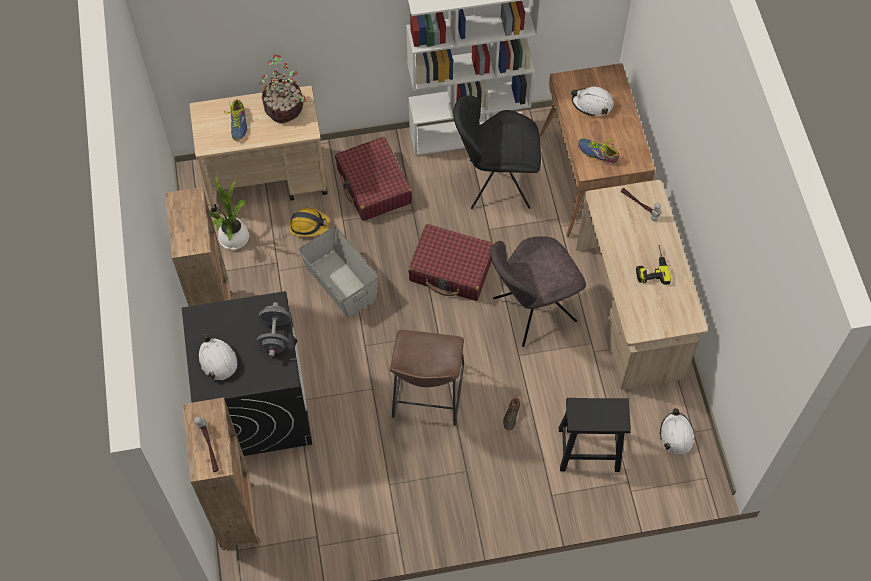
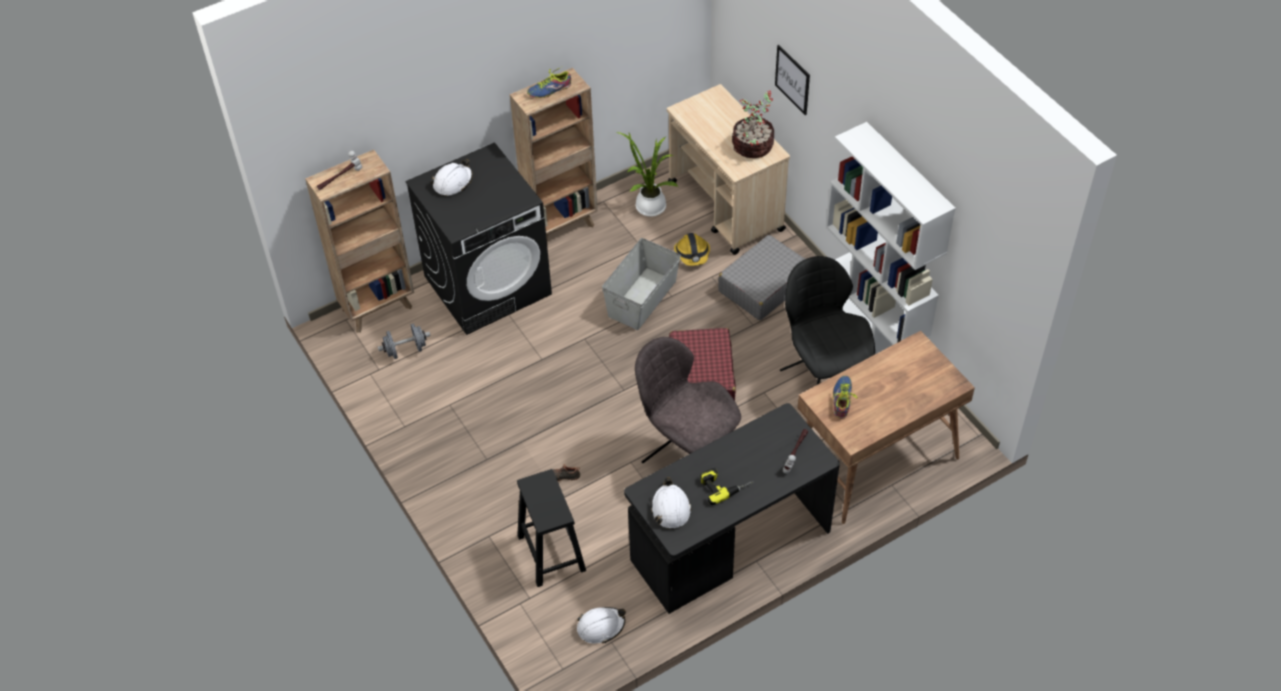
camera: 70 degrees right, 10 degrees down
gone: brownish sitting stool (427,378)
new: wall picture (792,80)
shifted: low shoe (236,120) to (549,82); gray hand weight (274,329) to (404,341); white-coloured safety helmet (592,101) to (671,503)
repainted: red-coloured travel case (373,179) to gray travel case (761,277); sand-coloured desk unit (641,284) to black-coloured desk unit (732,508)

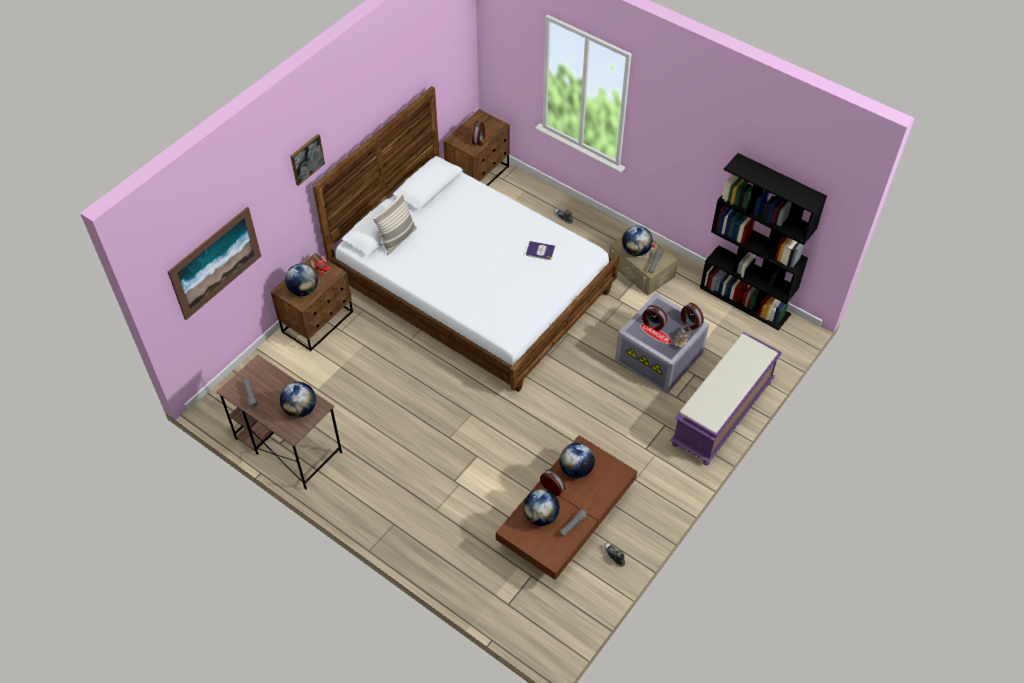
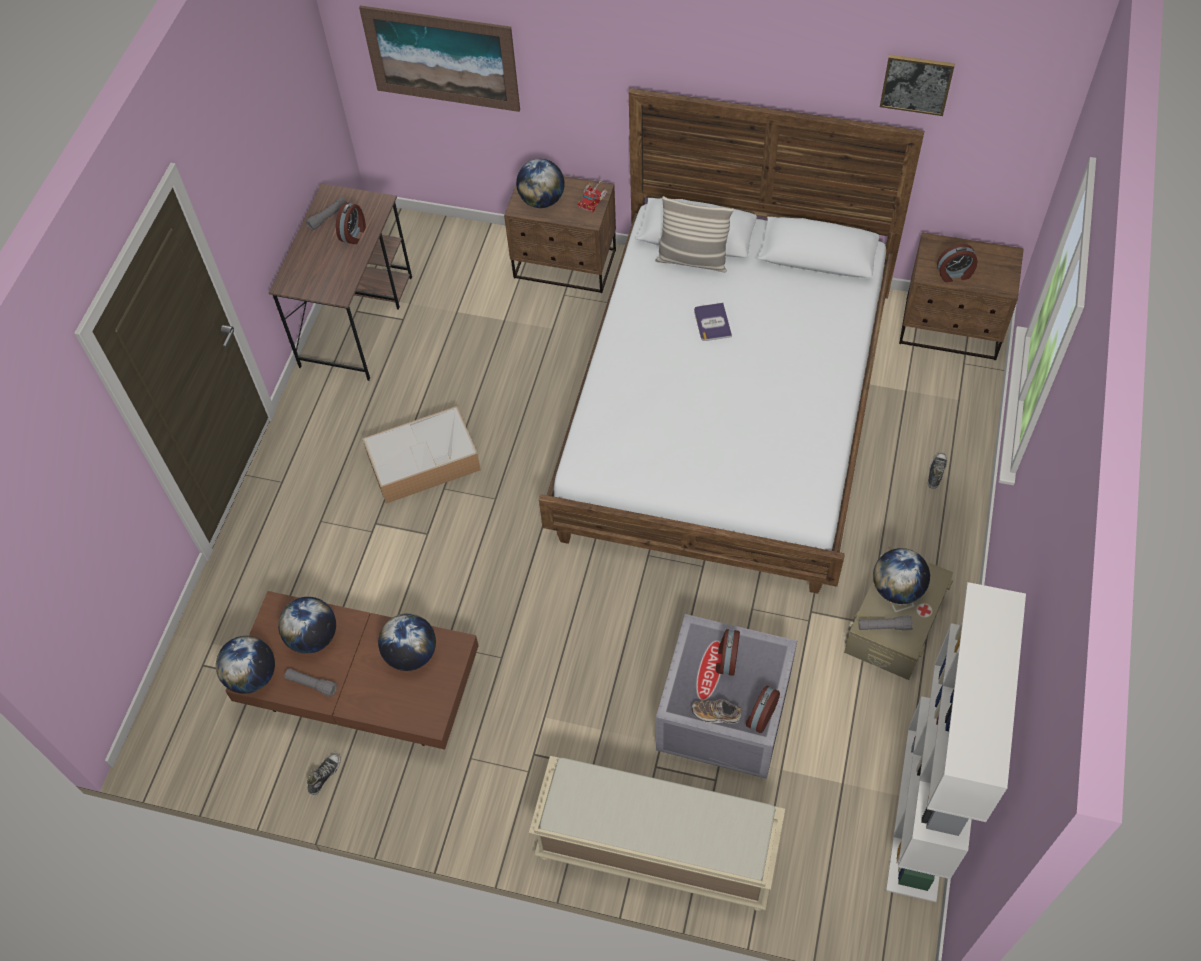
camera: 70 degrees right, 5 degrees up
new: storage box (421,455)
shifted: globe (298,400) to (245,665); wall picture (307,160) to (917,85); bound book (540,250) to (713,322); table clock (553,482) to (351,223)
repainted: purplish bench (726,398) to sand-coloured bench (657,833); black-coloured bookshelf (763,242) to white-coloured bookshelf (956,742)

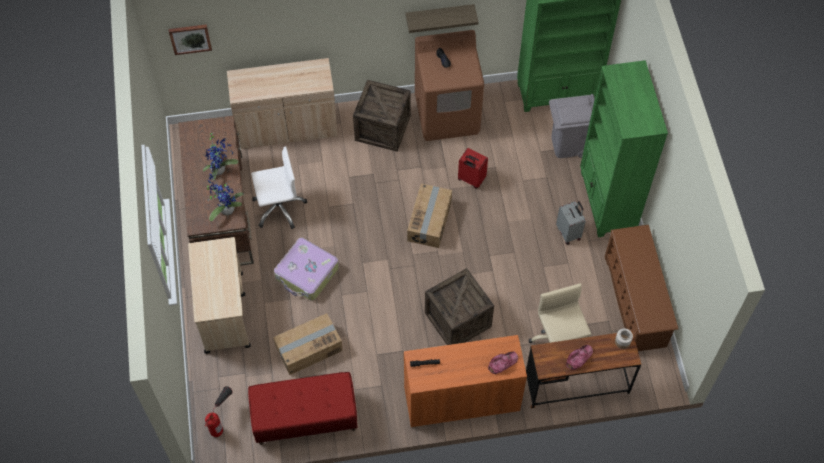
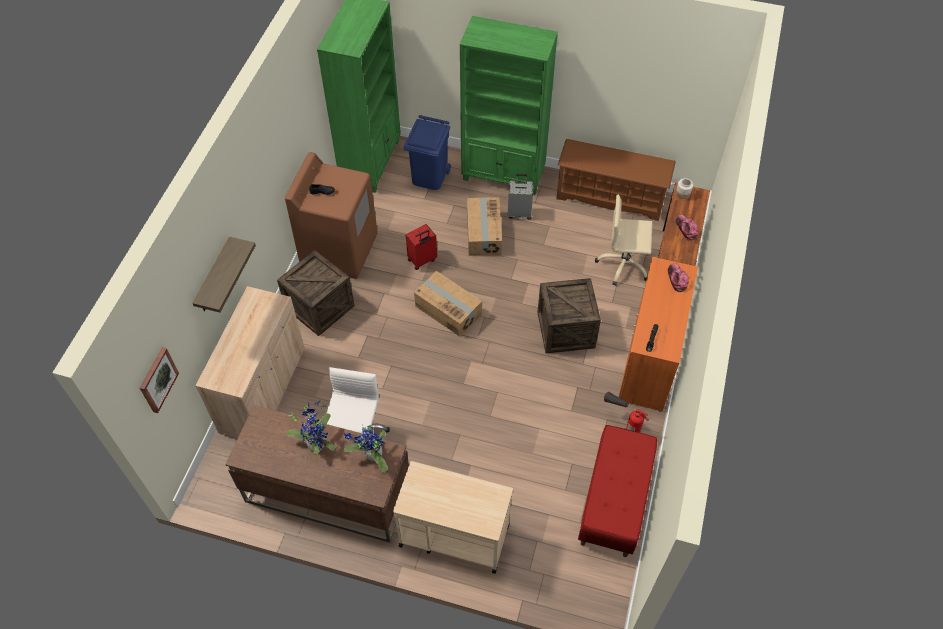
camera: 65 degrees left, 5 degrees down
gone: travel case (306,269)
shifted: fire-fighting cylinder (219,411) to (626,412); carton (308,344) to (484,226); shelf (442,18) to (224,275)
repainted: gray rubbish bin (572,126) to blue rubbish bin (427,152)

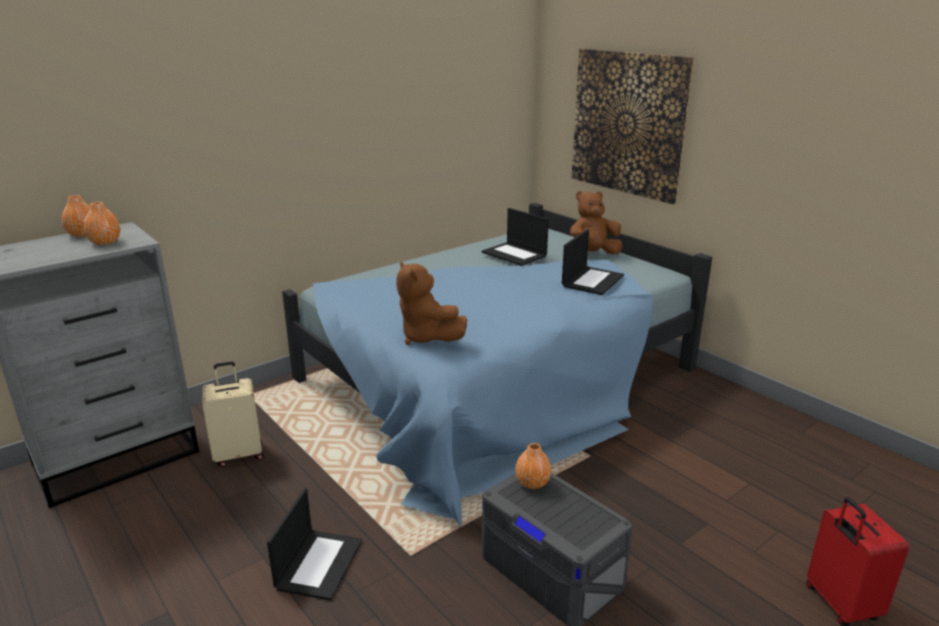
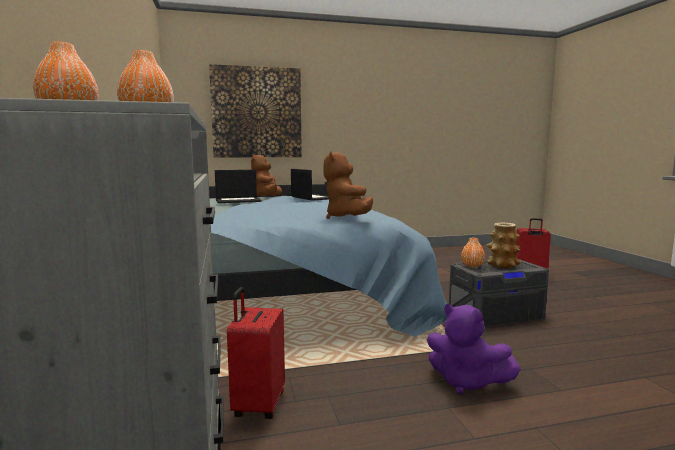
camera: 65 degrees left, 15 degrees down
new: decorative vase (503,246)
swapped: notebook computer (314,544) to purplish plush toy (474,349)
repainted: sand-coloured travel case (233,414) to red-coloured travel case (256,353)
rotated: brownish plush toy (431,303) = (348,185) 90 degrees clockwise

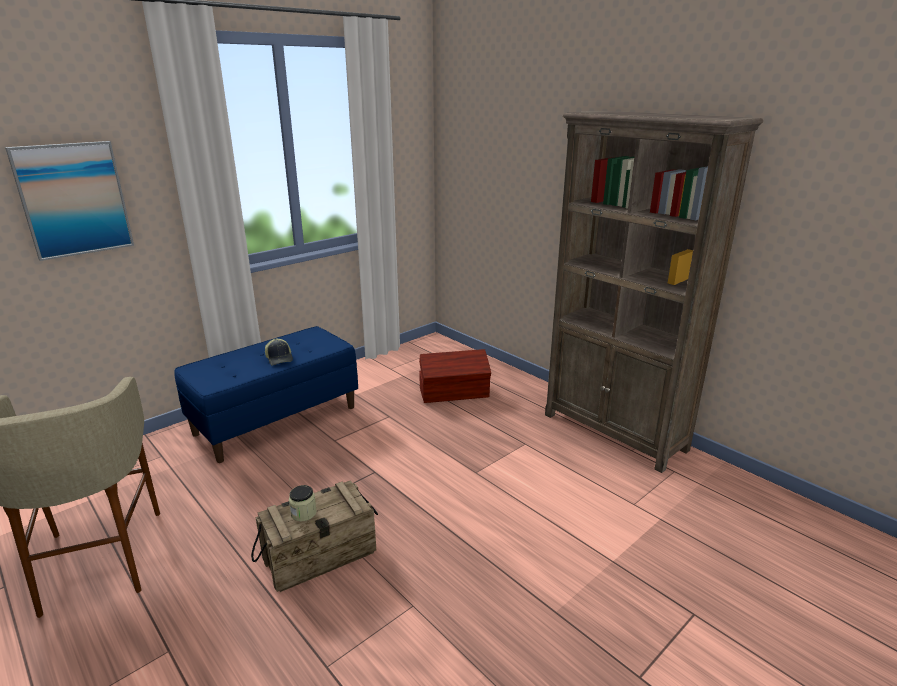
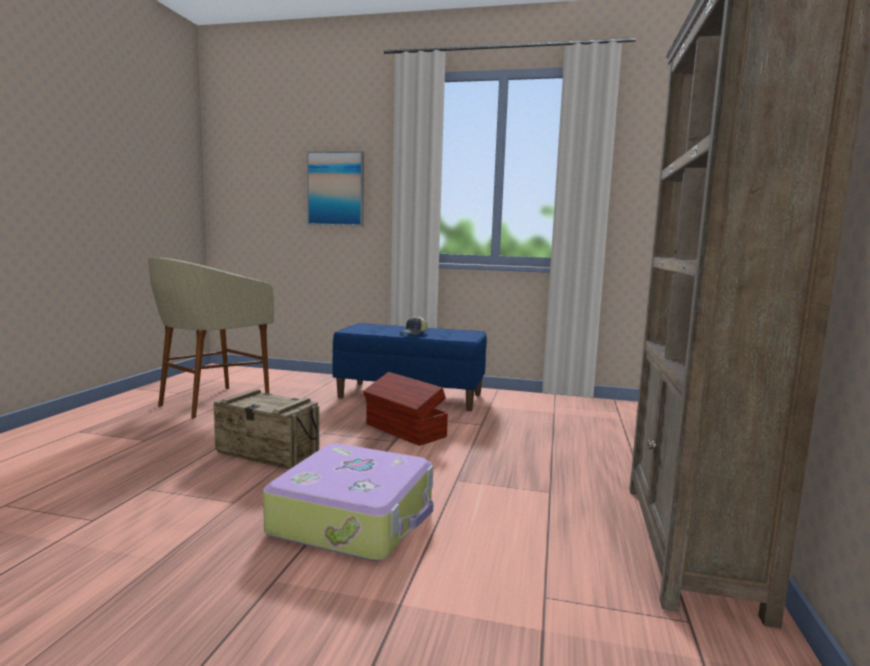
camera: 55 degrees right, 15 degrees down
gone: preserve jar (303,503)
new: travel case (348,502)
shifted: brownish storage box (455,376) to (405,409)

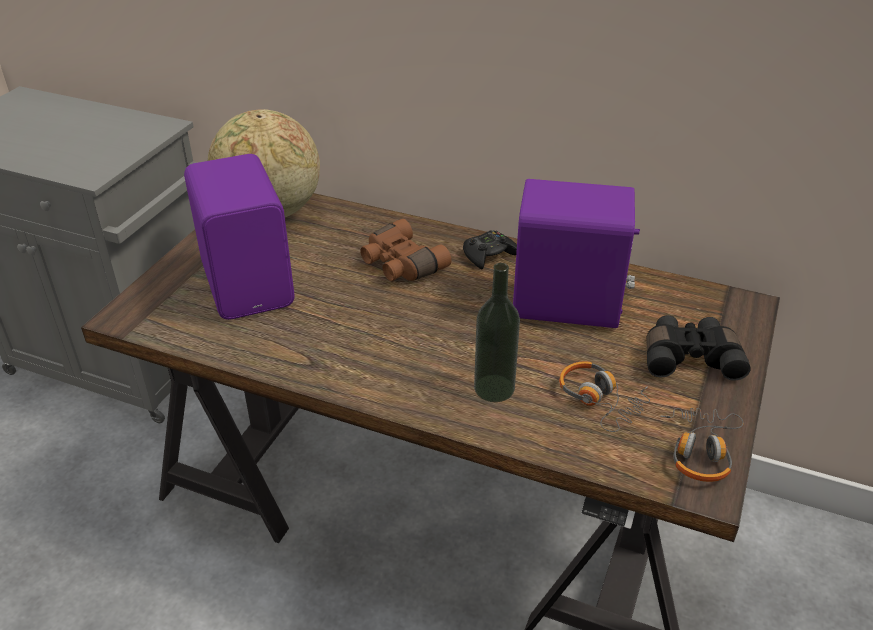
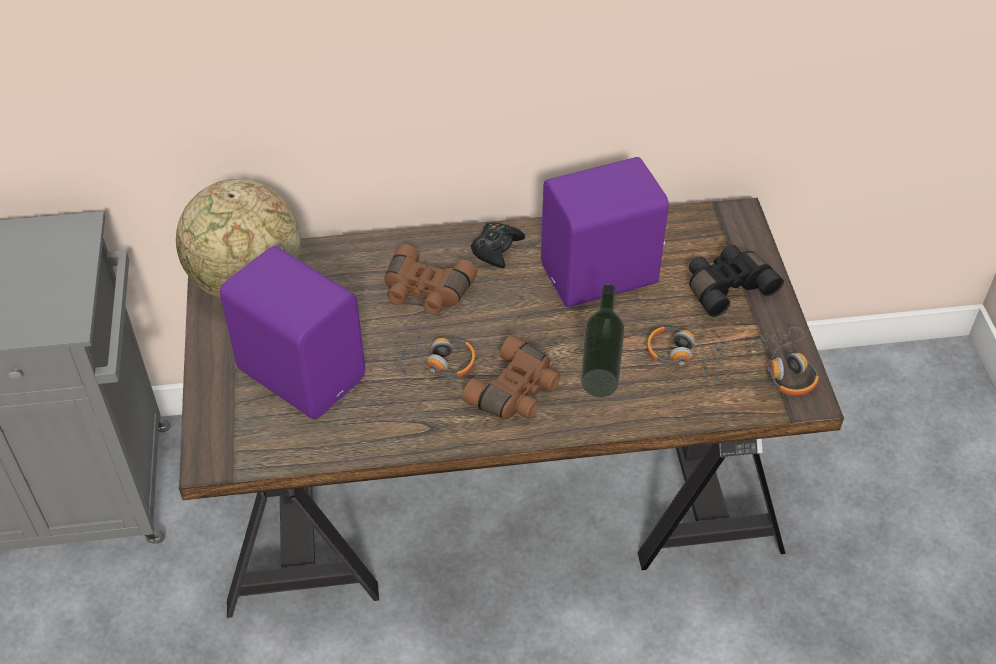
camera: 30 degrees left, 10 degrees up
new: headphones (434,350); brownish pair of binoculars (511,377)

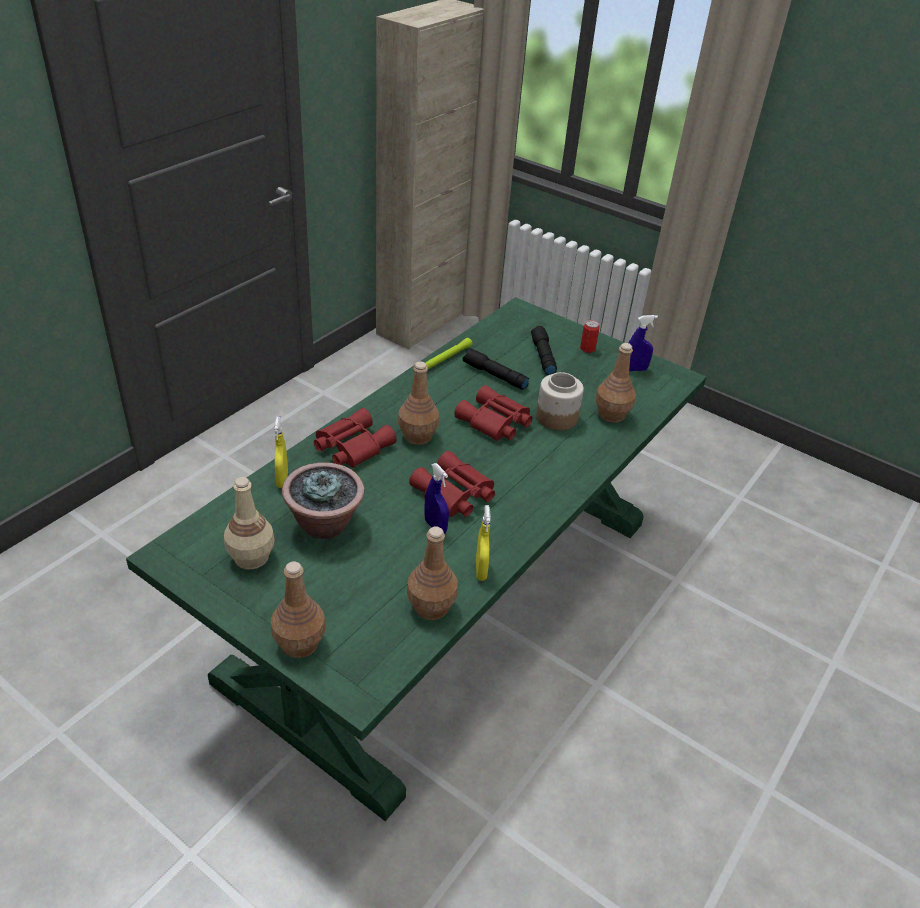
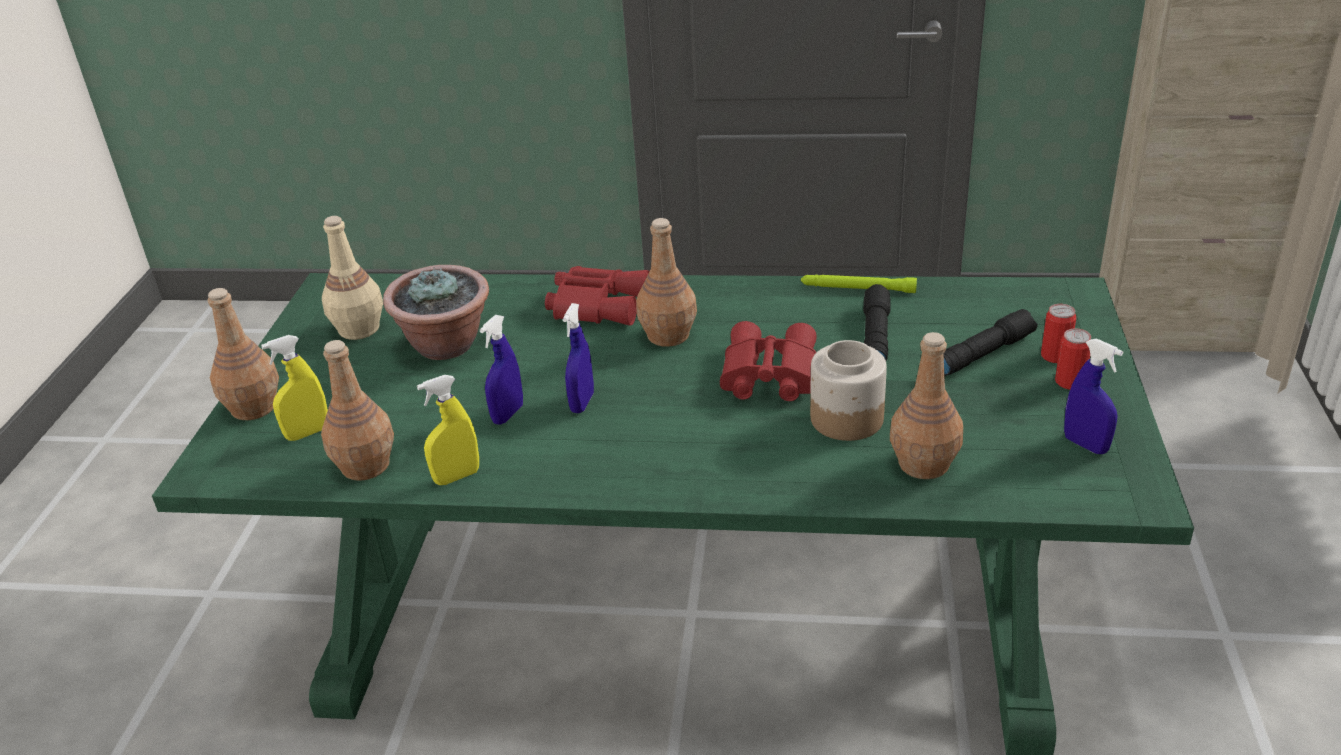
camera: 65 degrees right, 5 degrees down
new: metal can (1058,333)
shifted: yellow-coloured spray bottle (281,452) to (294,388)
swapped: red-coloured pair of binoculars (452,484) to blue spray bottle (578,358)

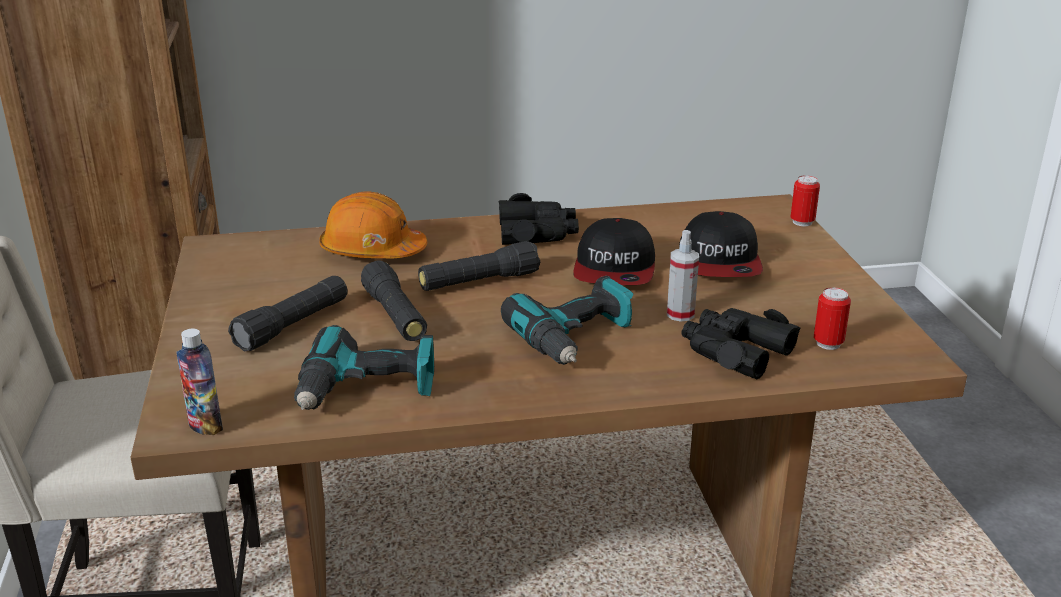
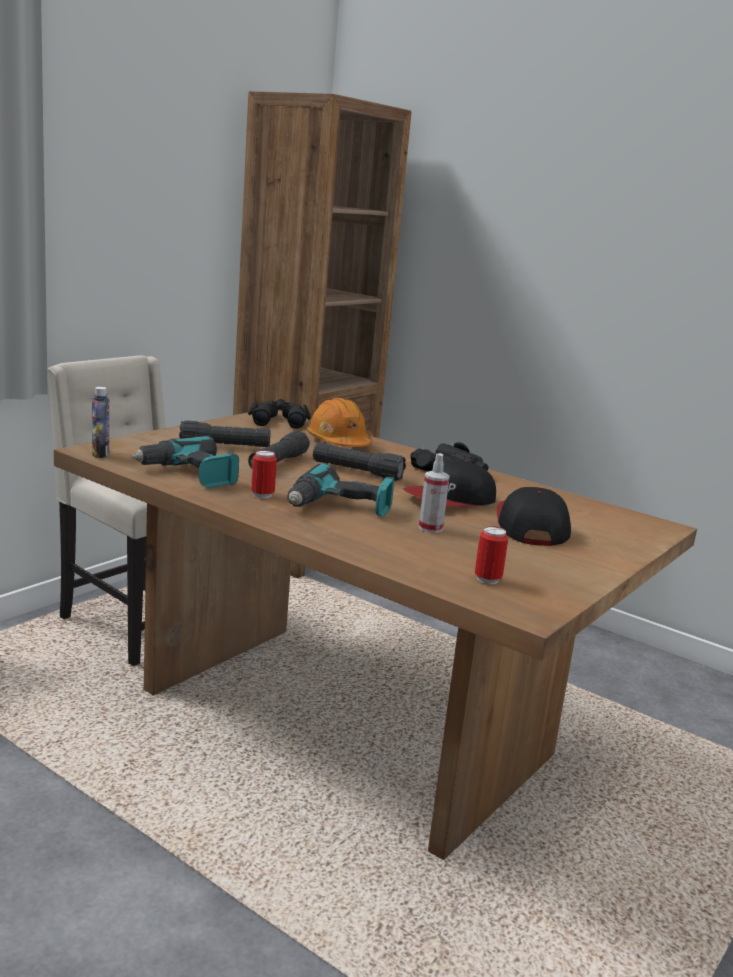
camera: 45 degrees right, 10 degrees down
shifted: black-coloured pair of binoculars (741,344) to (279,414); metal can (805,200) to (264,474)
rotated: cap (721,244) = (534,516) 135 degrees clockwise

